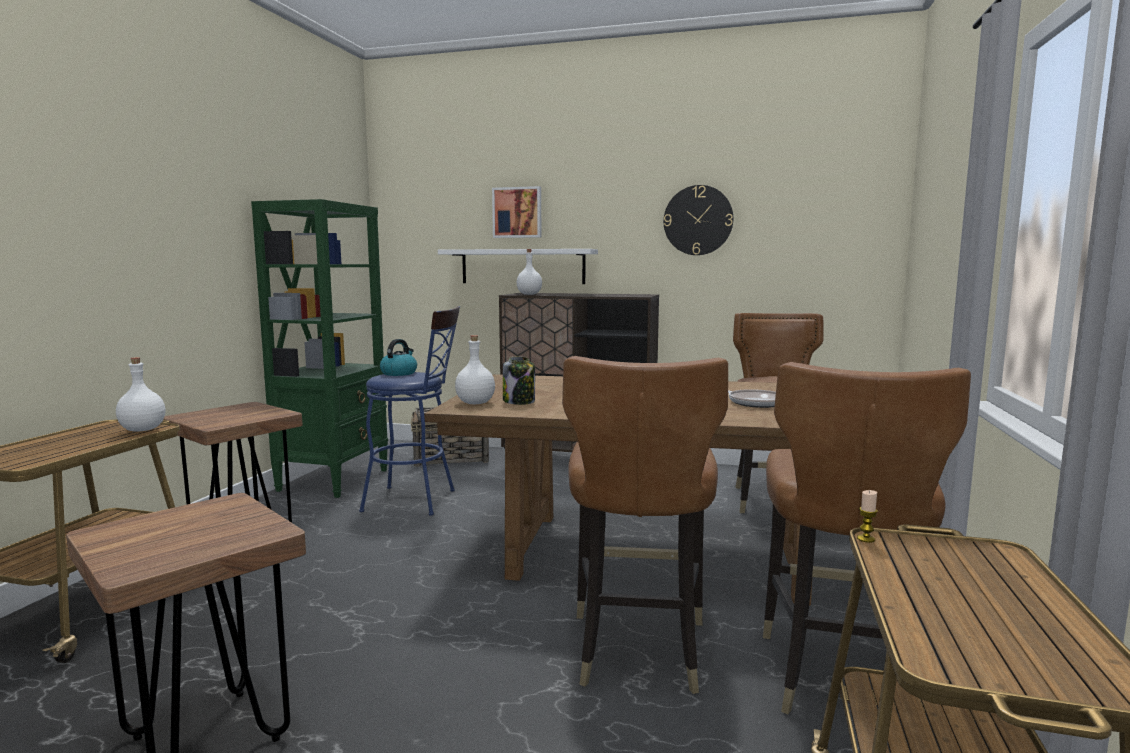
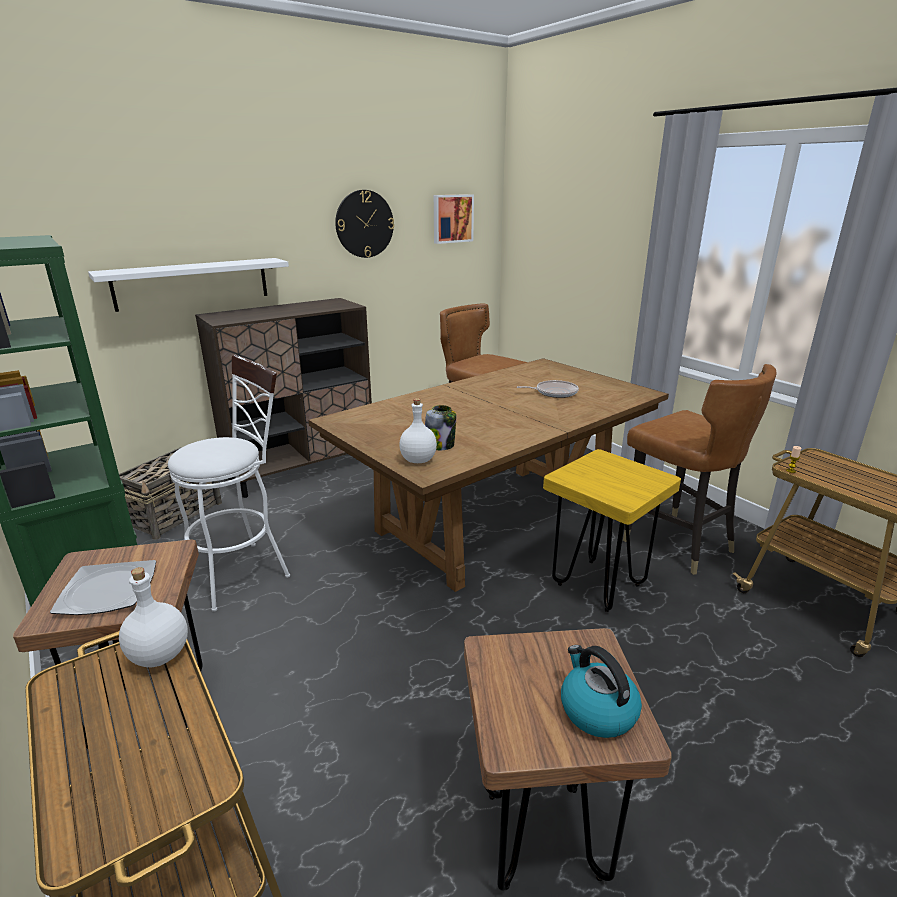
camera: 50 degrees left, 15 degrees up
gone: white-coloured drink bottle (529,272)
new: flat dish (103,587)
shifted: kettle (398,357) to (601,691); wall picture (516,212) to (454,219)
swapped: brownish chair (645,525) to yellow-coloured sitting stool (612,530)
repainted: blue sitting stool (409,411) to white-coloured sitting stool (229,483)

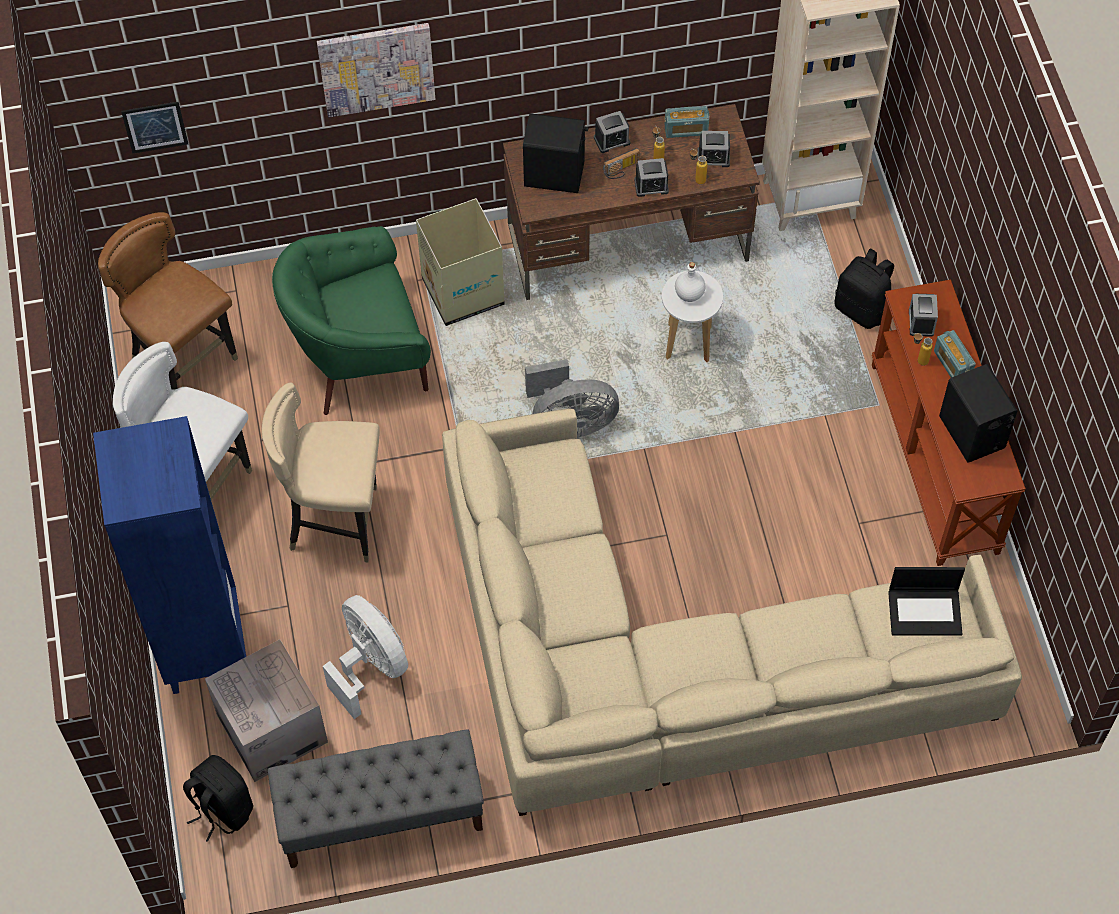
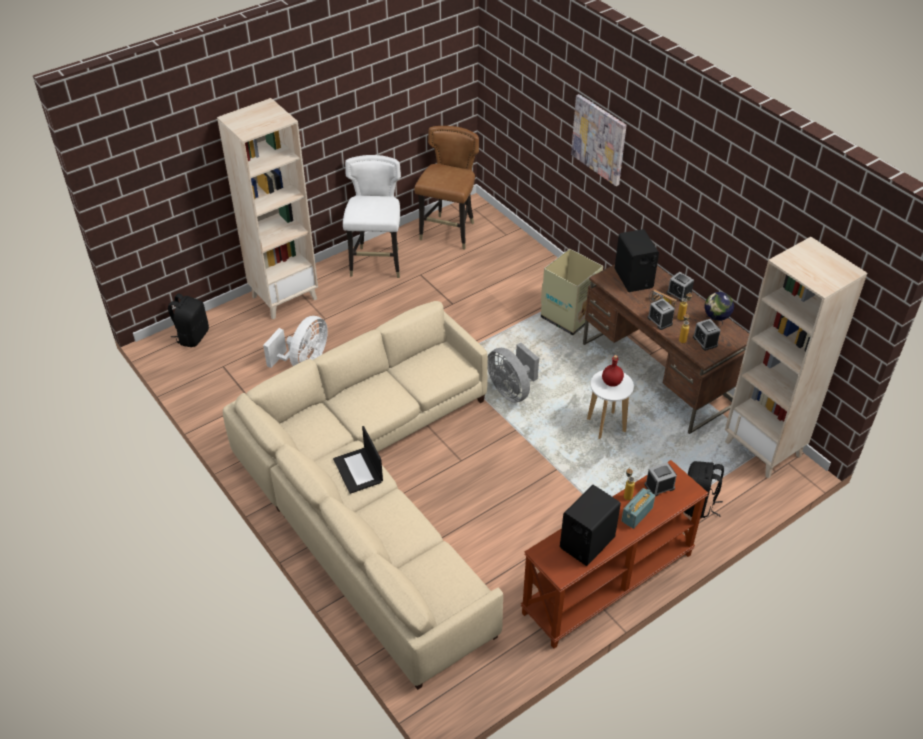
camera: 65 degrees right, 15 degrees down
gone: wall picture (154,127); carton (266,710); sand-coloured chair (321,472); gray bench (376,798); green armchair (351,320)
shifted: notebook computer (926,601) to (358,460)
swapped: radio set (687,122) to globe (719,309)
repainted: blue bookshelf (169,555) to sand-coloured bookshelf (267,208); white-coloured drink bottle (690,282) to red-coloured drink bottle (613,371)

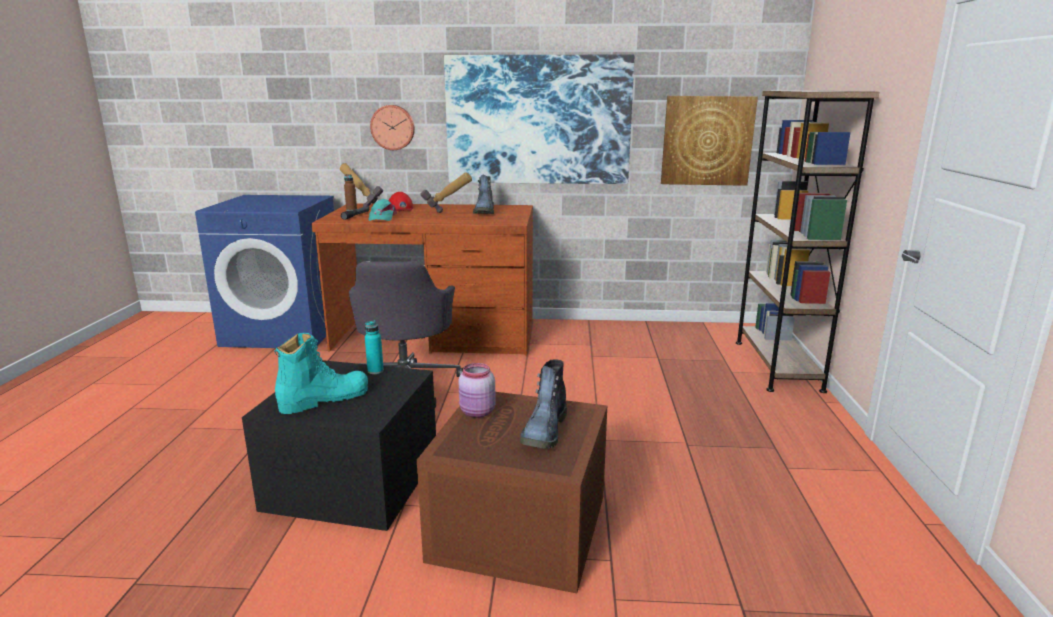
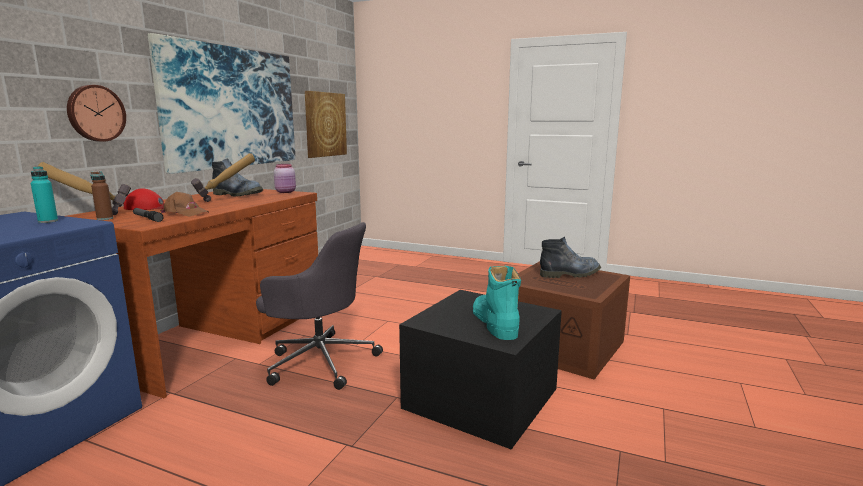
camera: 70 degrees left, 5 degrees down
gone: brownish bookshelf (807,242)
shifted: blue-green drink bottle (374,347) to (44,194); pink-coloured preserve jar (477,390) to (285,178)
repainted: blue-green cap (383,210) to brownish cap (184,204)
rotated: boot (543,404) = (570,257) 45 degrees counterclockwise

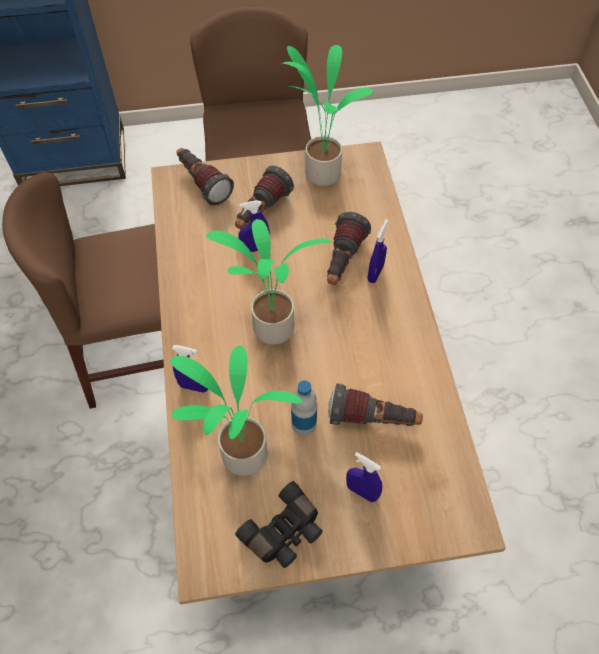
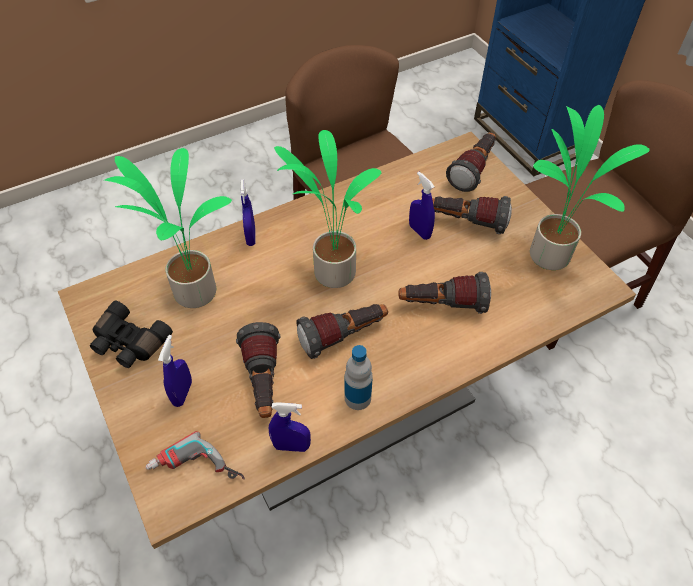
camera: 70 degrees right, 5 degrees down
new: drill (195,455); flashlight (342,331)
shifted: drink bottle (304,408) to (358,377); blue spray bottle (378,251) to (290,427)

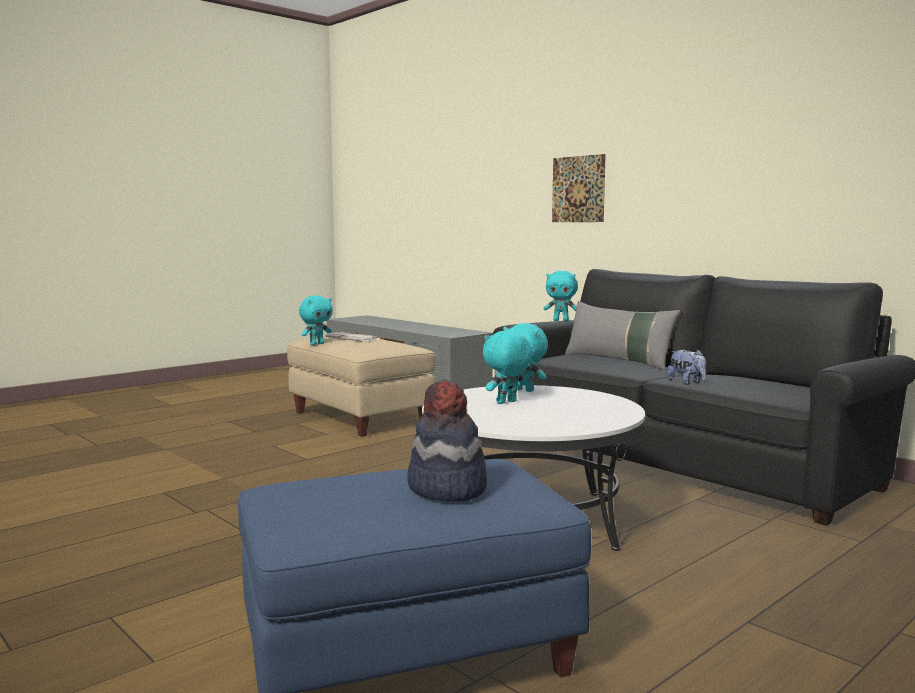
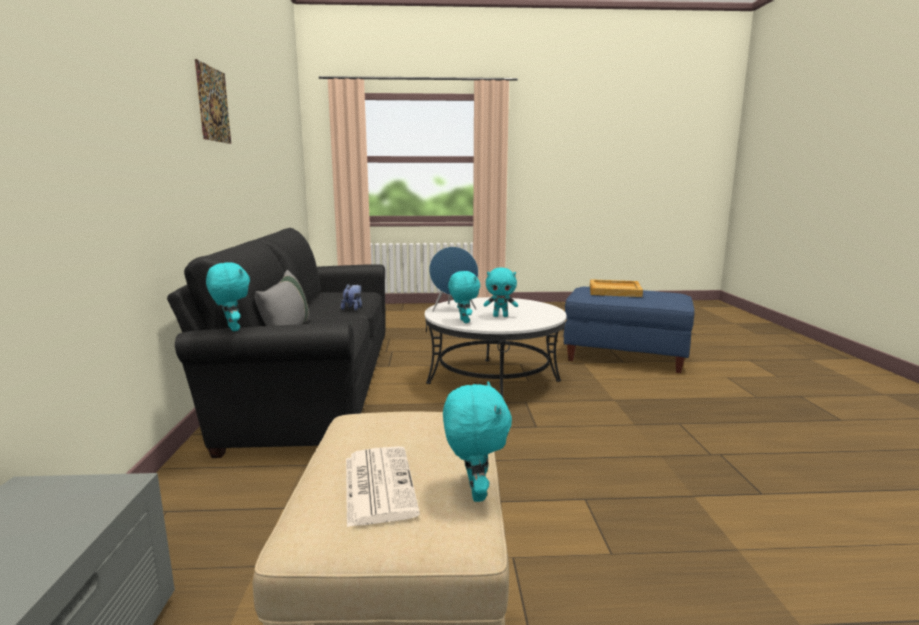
camera: 140 degrees left, 5 degrees up
new: blue audio speaker (453,279)
shifted: wall picture (579,188) to (213,101)
swapped: clothing hat (447,440) to sand-coloured serving tray (616,288)
rotated: blue-green plush toy (316,320) = (477,441) 90 degrees clockwise

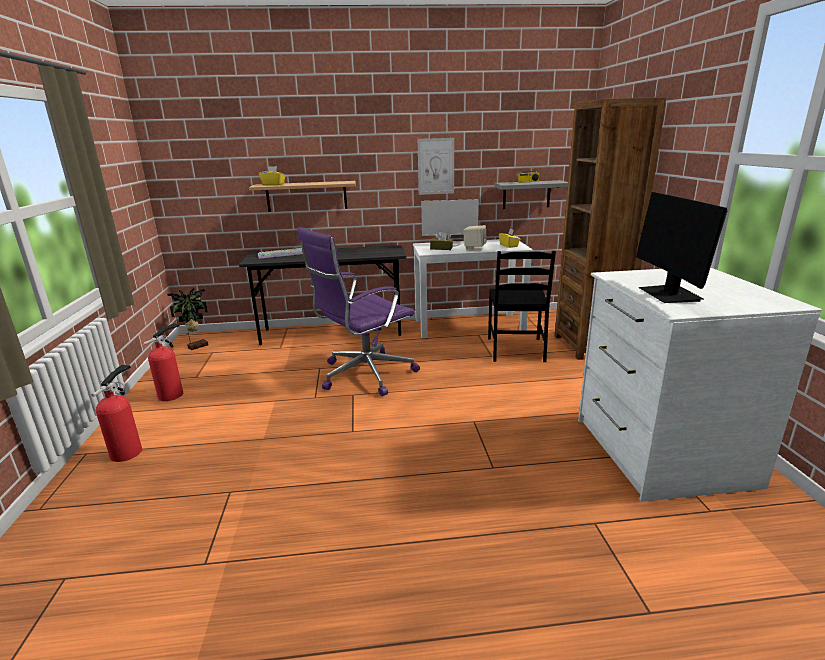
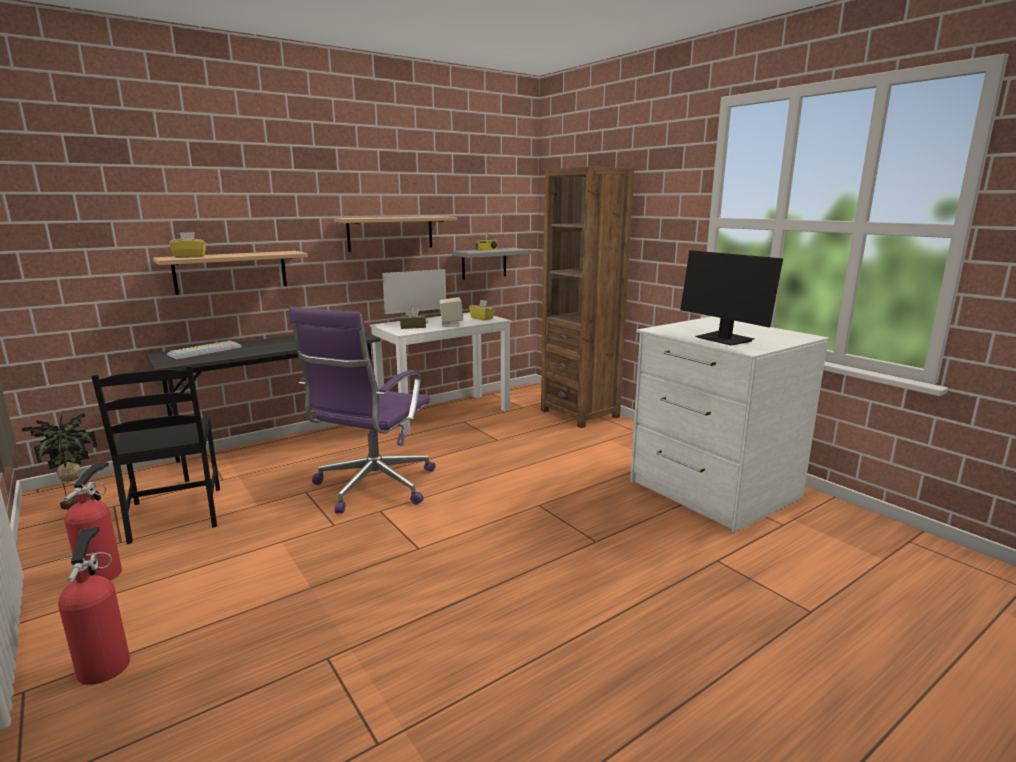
camera: 30 degrees left, 5 degrees down
shifted: black-coloured chair (522,306) to (155,454)
swapped: wall picture (436,166) to shelf (395,234)

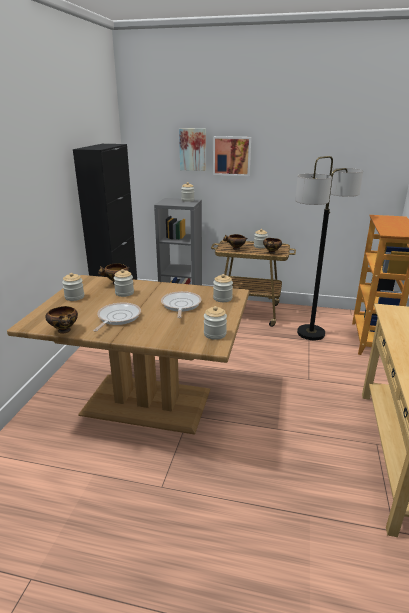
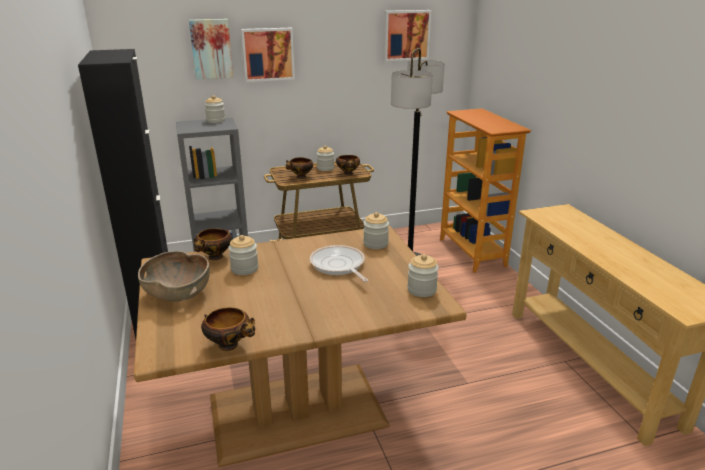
camera: 30 degrees left, 0 degrees up
gone: skillet (117,317)
new: wall picture (407,35)
swapped: preserve jar (73,287) to brownish serving bowl (174,276)

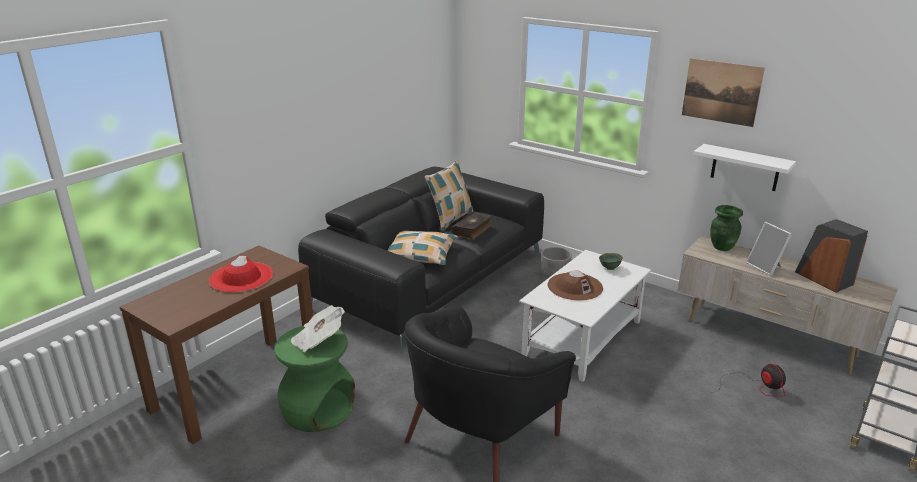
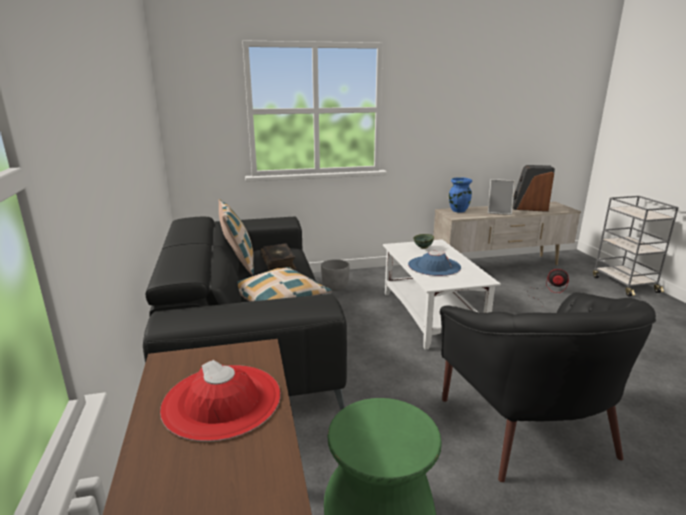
camera: 50 degrees left, 5 degrees down
gone: daily paper (318,329); wall picture (723,92); white-coloured shelf (744,167)
repainted: brownish clothing hat (575,285) to blue clothing hat (434,263); green decorative vase (726,228) to blue decorative vase (460,195)

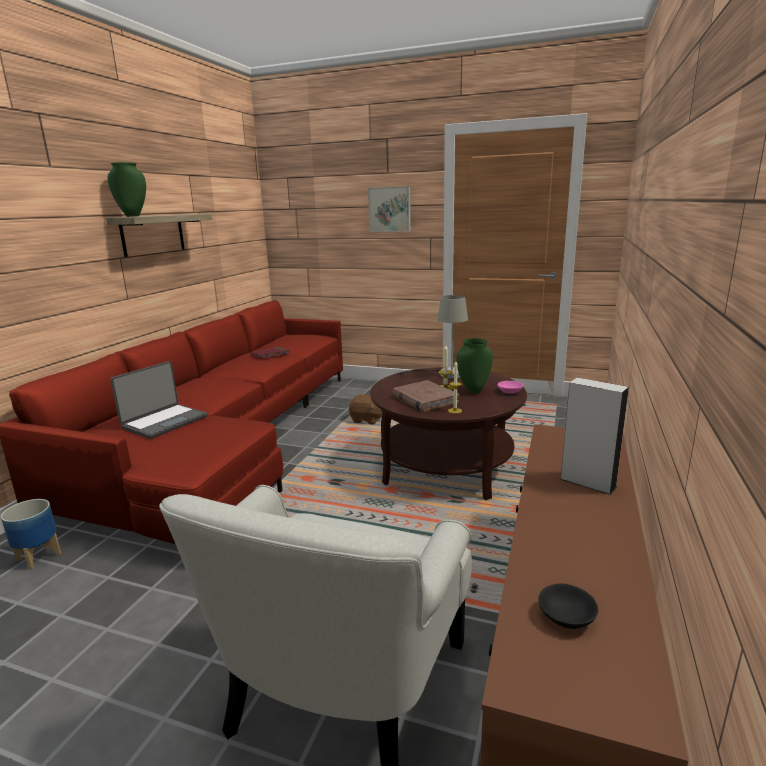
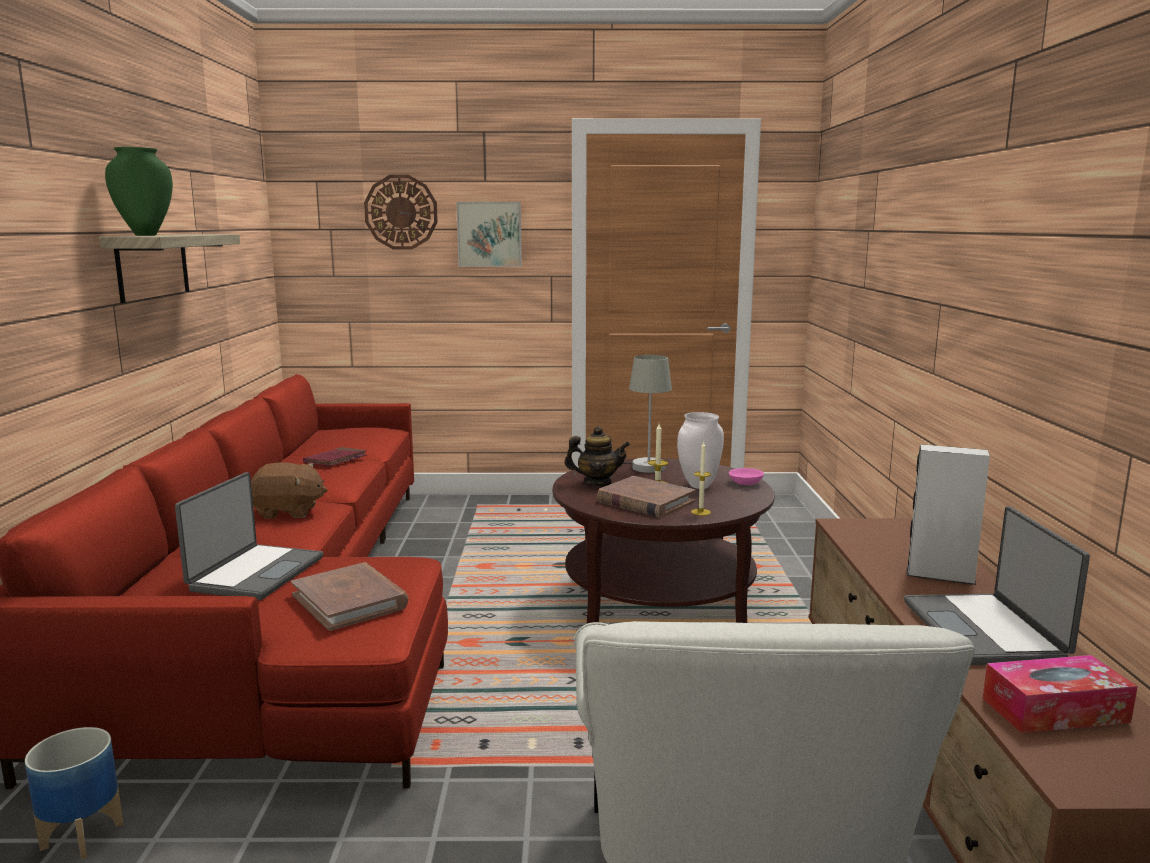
camera: 20 degrees left, 5 degrees down
new: brownish bound book (350,596); wall clock (401,212); teapot (597,456); notebook computer (997,585)
shifted: brownish plush toy (365,410) to (289,490)
swapped: black-coloured serving bowl (568,606) to tissue holder (1060,694)
repainted: green decorative vase (474,366) to white-coloured decorative vase (700,450)

